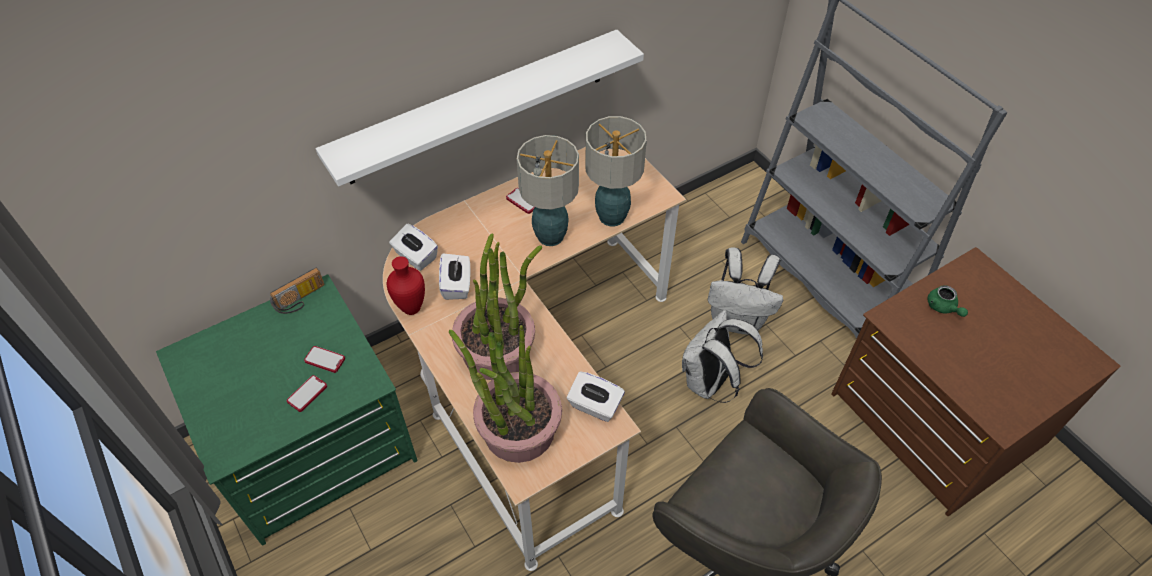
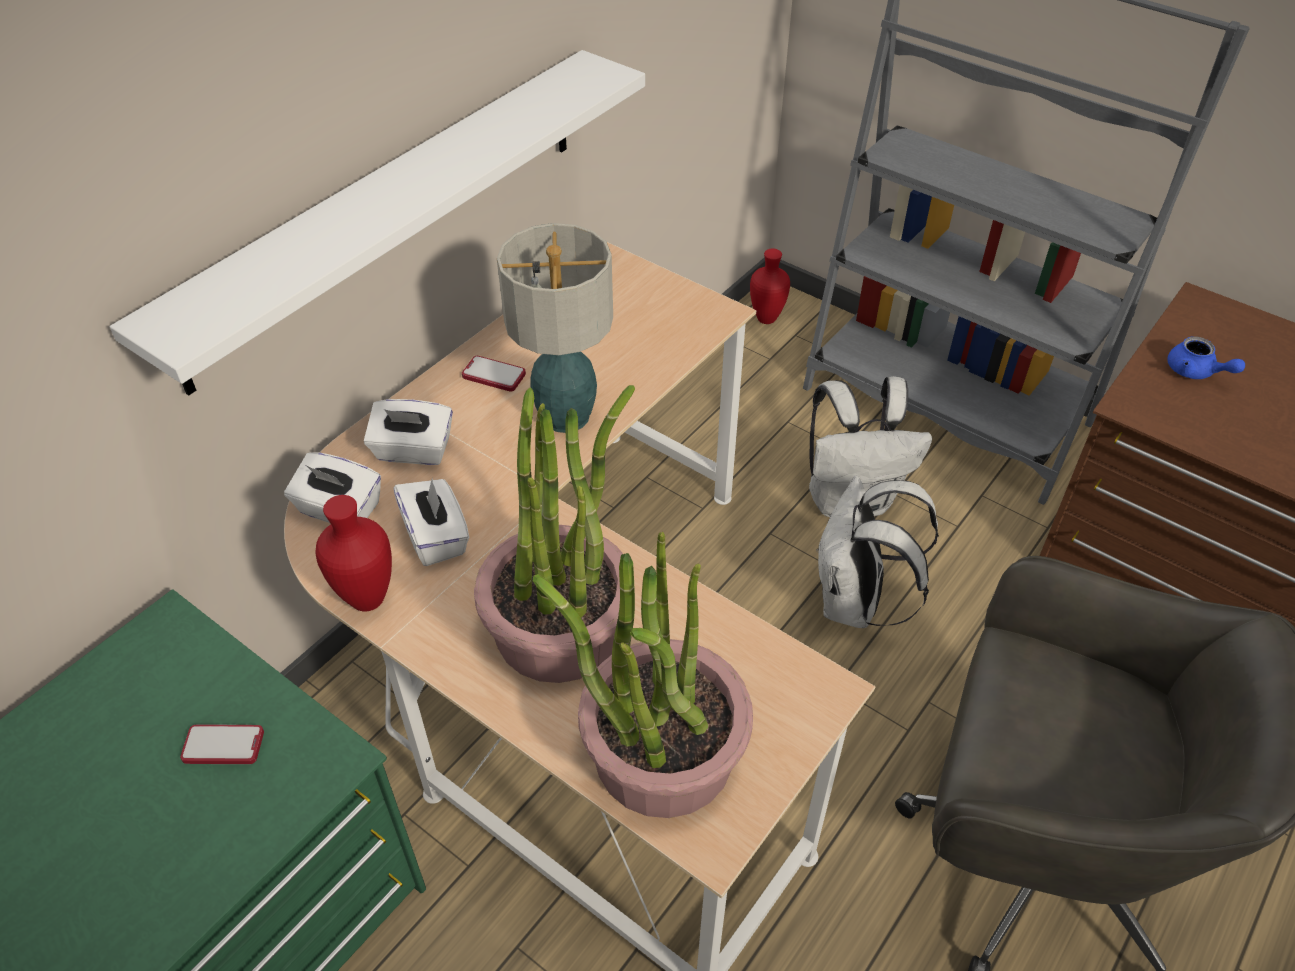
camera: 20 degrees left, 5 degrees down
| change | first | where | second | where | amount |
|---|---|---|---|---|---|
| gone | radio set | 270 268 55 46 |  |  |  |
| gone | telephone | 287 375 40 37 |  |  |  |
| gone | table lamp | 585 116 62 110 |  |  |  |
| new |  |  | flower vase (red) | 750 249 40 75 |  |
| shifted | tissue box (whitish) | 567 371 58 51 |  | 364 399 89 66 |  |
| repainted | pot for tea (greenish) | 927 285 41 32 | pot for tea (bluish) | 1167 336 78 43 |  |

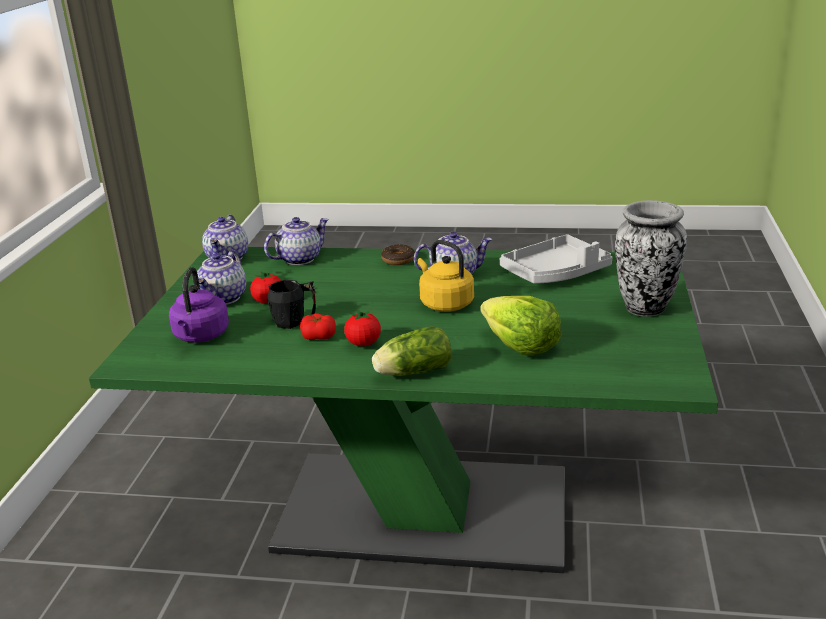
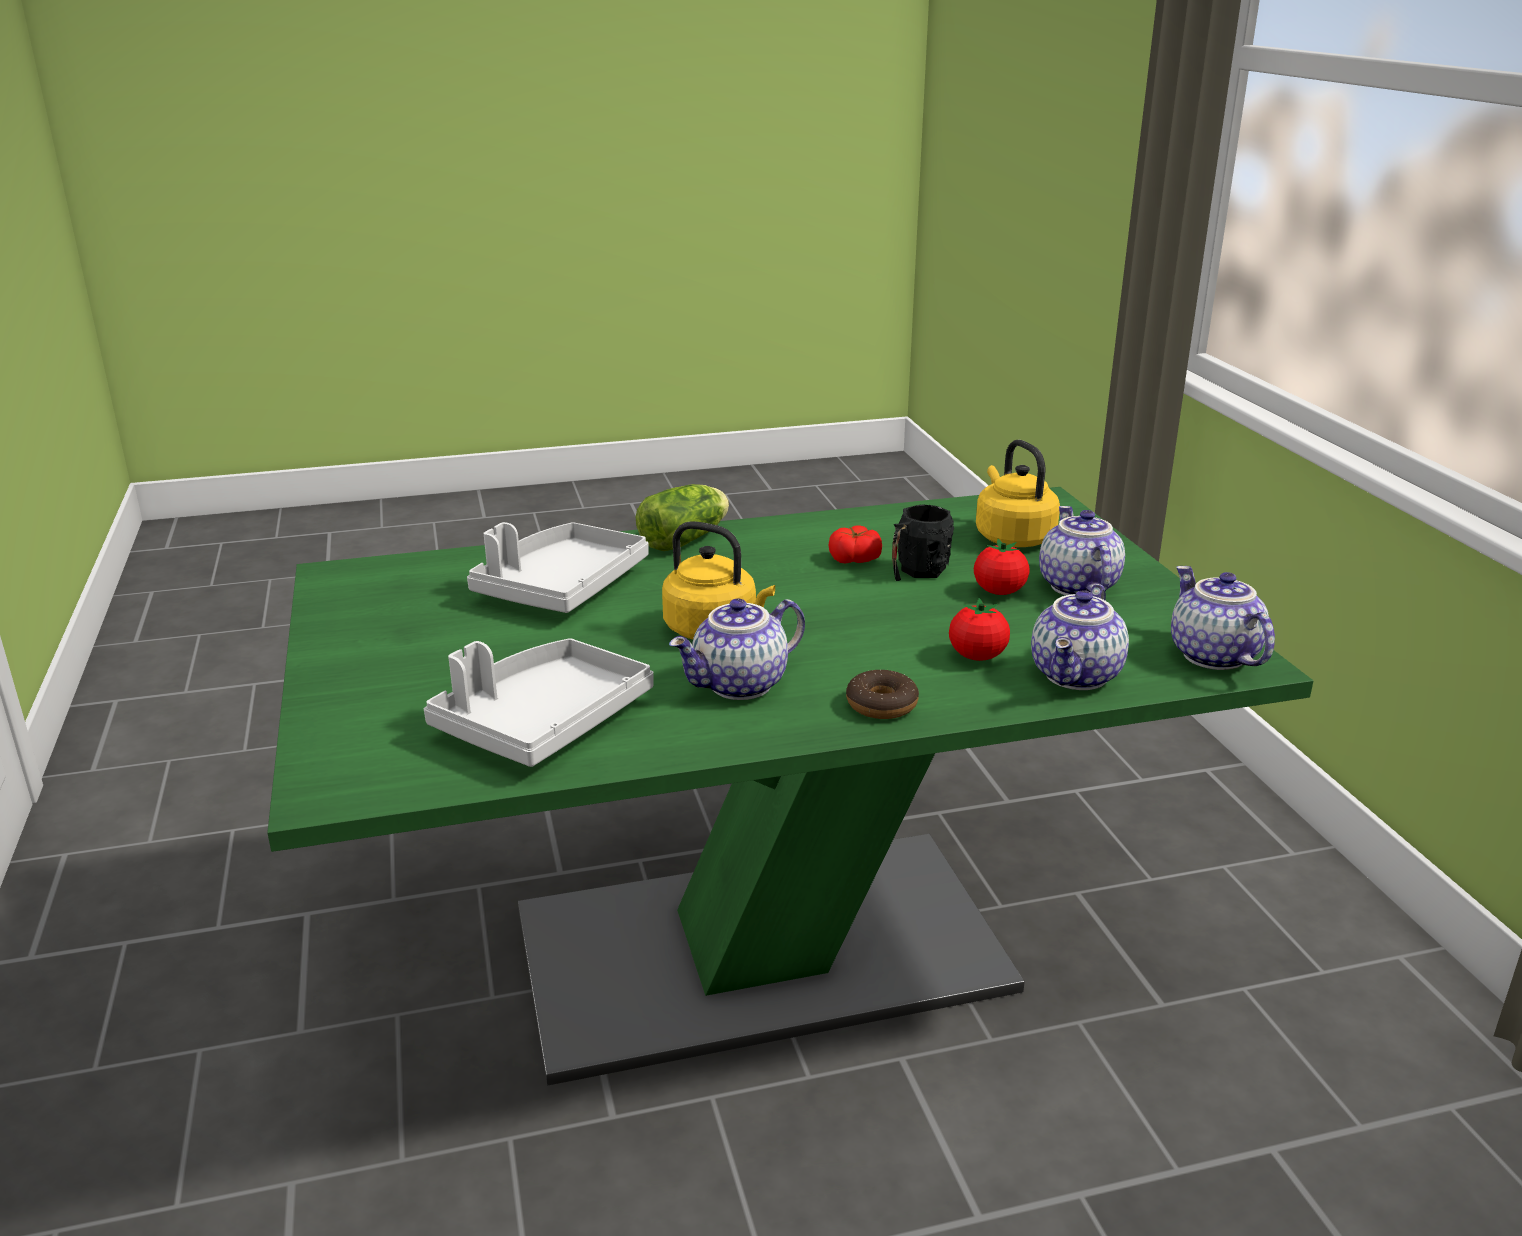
camera: 155 degrees right, 0 degrees up
| change | first | where | second | where | amount |
|---|---|---|---|---|---|
| gone | flower vase | 615 200 72 117 |  |  |  |
| shifted | fresh tomato | 344 310 37 36 |  | 949 598 61 63 |  |
| swapped | lettuce head | 480 296 82 59 | serving tray (greyish) | 467 522 182 91 |  |
| repainted | water kettle (purplish) | 169 267 60 76 | water kettle (yellowish) | 976 440 84 107 |  |

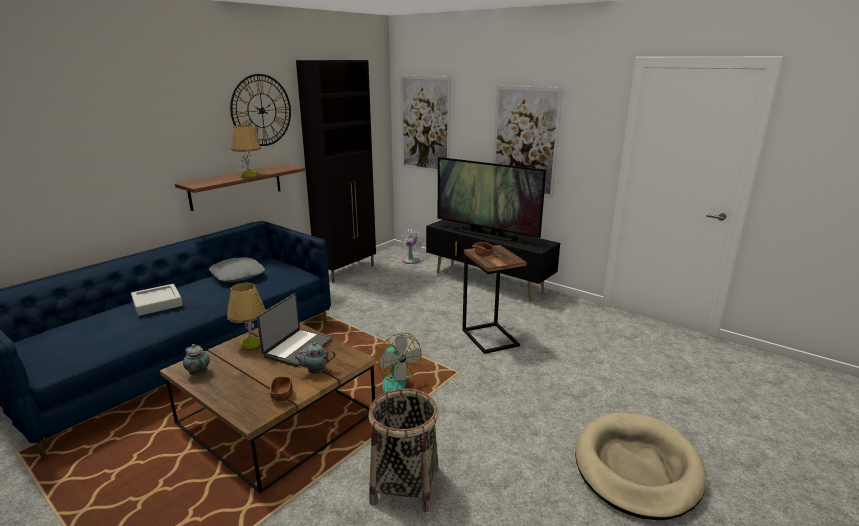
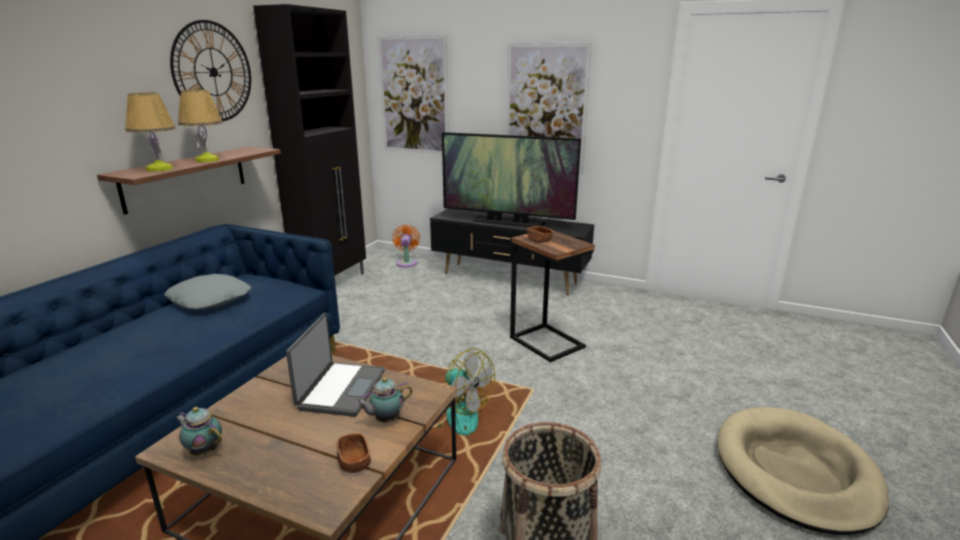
camera: 15 degrees left, 0 degrees up
| change | first | where | second | where | amount |
|---|---|---|---|---|---|
| gone | serving tray (greyish) | 131 284 52 32 |  |  |  |
| shifted | table lamp | 227 283 39 66 |  | 125 92 51 80 |  |
| repainted | cooling fan (whitish) | 401 229 23 35 | cooling fan (orangey) | 392 225 28 42 |  |

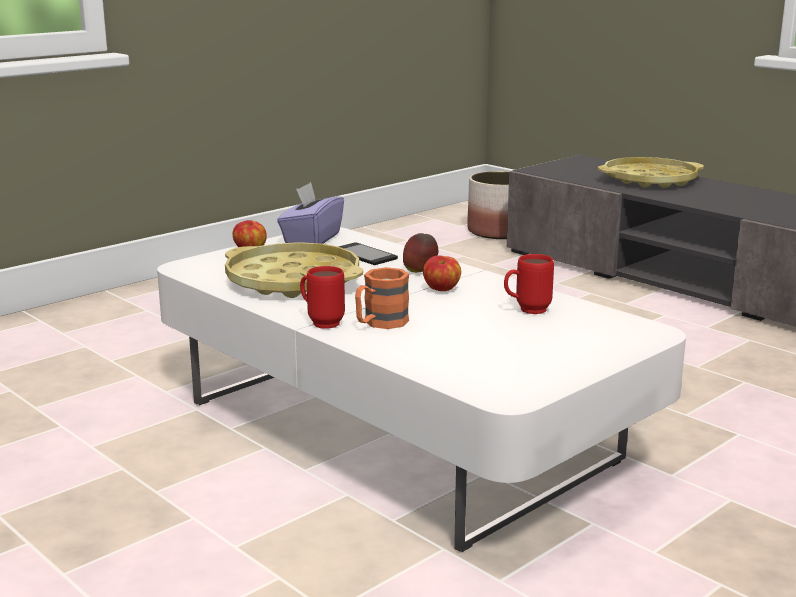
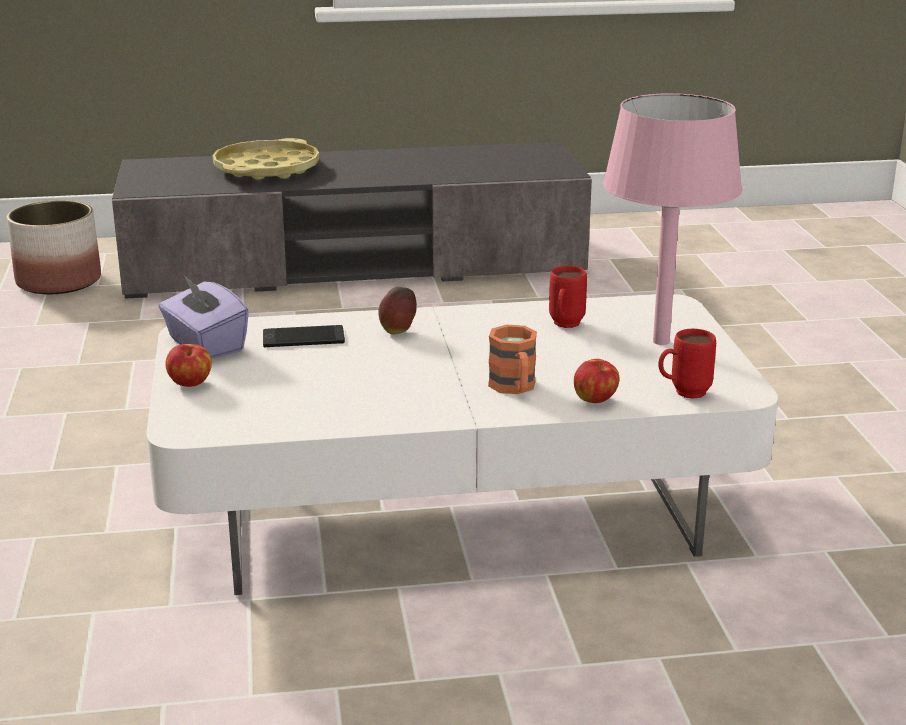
camera: 55 degrees left, 5 degrees up
| change | first | where | second | where | amount |
|---|---|---|---|---|---|
| gone | serving tray (yellowish) | 225 242 138 56 |  |  |  |
| new |  |  | table lamp (pinkish) | 603 93 140 252 |  |
| shifted | mug (red) | 300 266 45 63 |  | 659 329 57 70 |  |
| shifted | apple fruit | 423 256 38 35 |  | 574 359 45 44 |  |

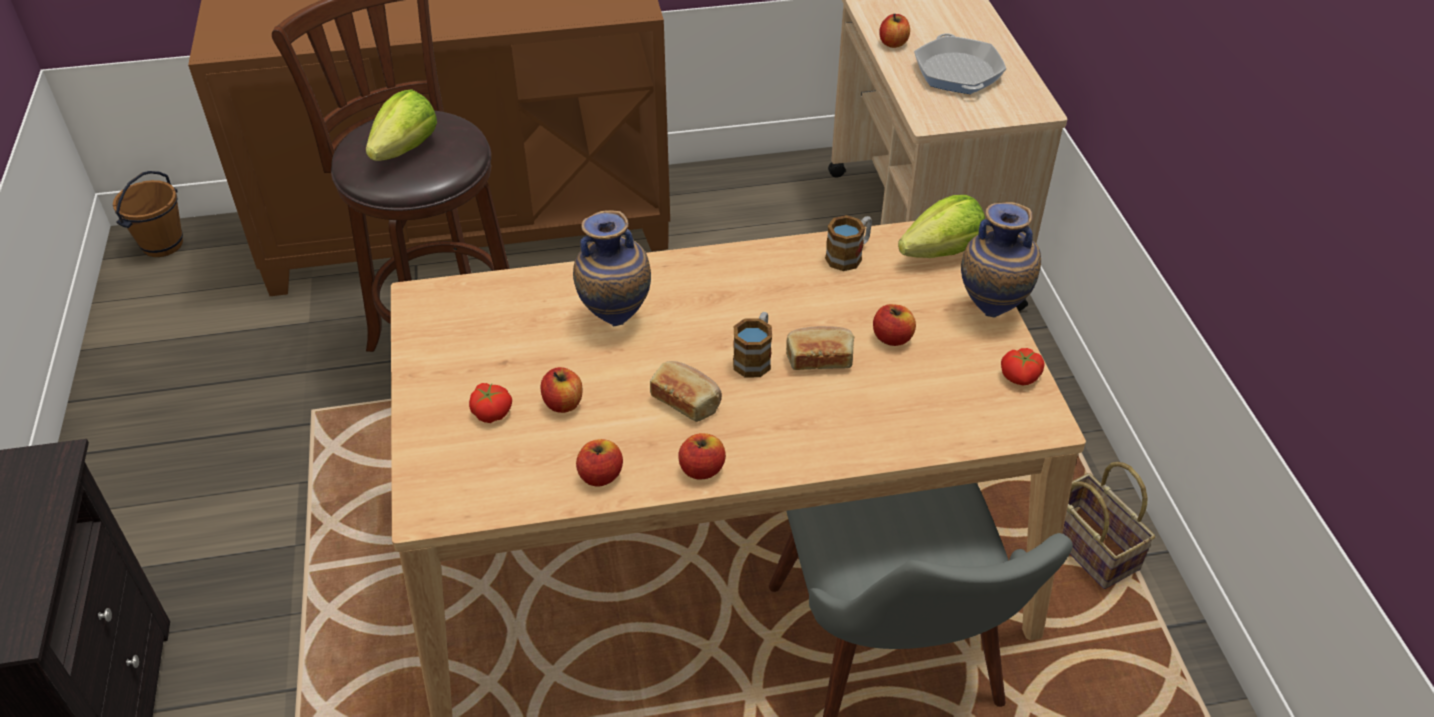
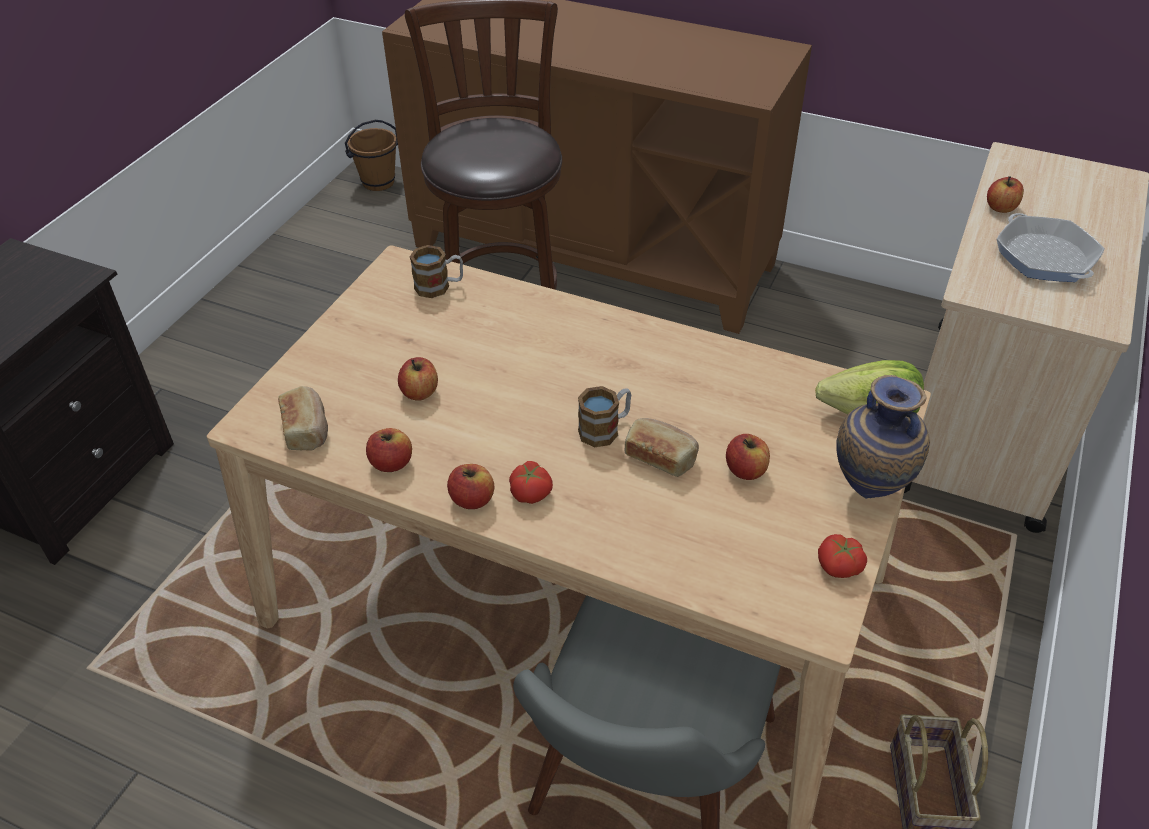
camera: 35 degrees right, 0 degrees up
| change | first | where | second | where | amount |
|---|---|---|---|---|---|
| gone | lettuce head | 366 89 71 72 |  |  |  |
| gone | flower vase | 573 211 78 115 |  |  |  |
| shifted | fresh tomato | 469 383 43 40 |  | 509 461 44 43 |  |
| shifted | bread | 650 361 72 61 |  | 278 386 50 64 |  |
| shifted | mug | 825 215 47 56 |  | 410 245 53 53 |  |
| rotated | frying pan | 914 33 92 61 |  | 996 213 109 69 | 45 degrees counterclockwise |

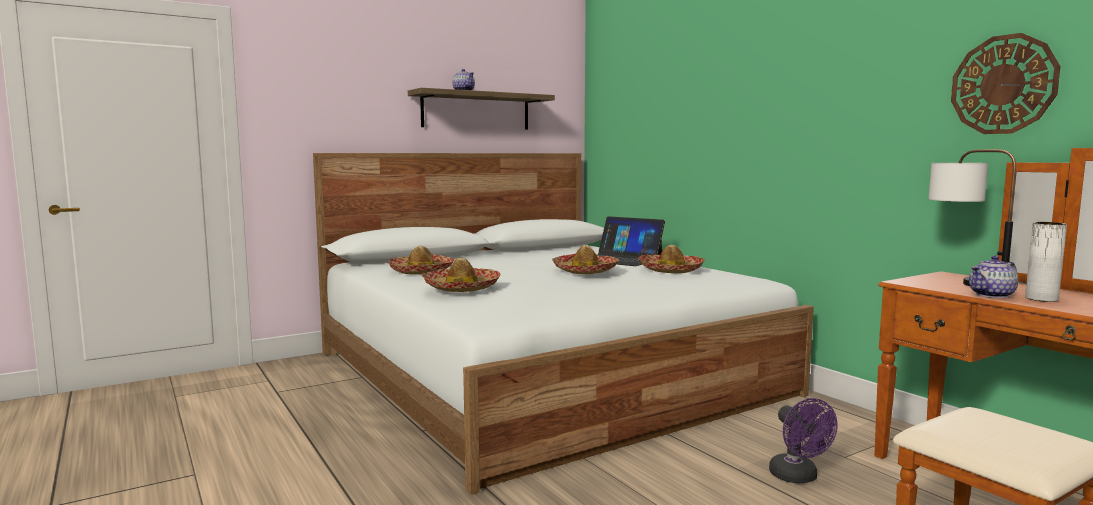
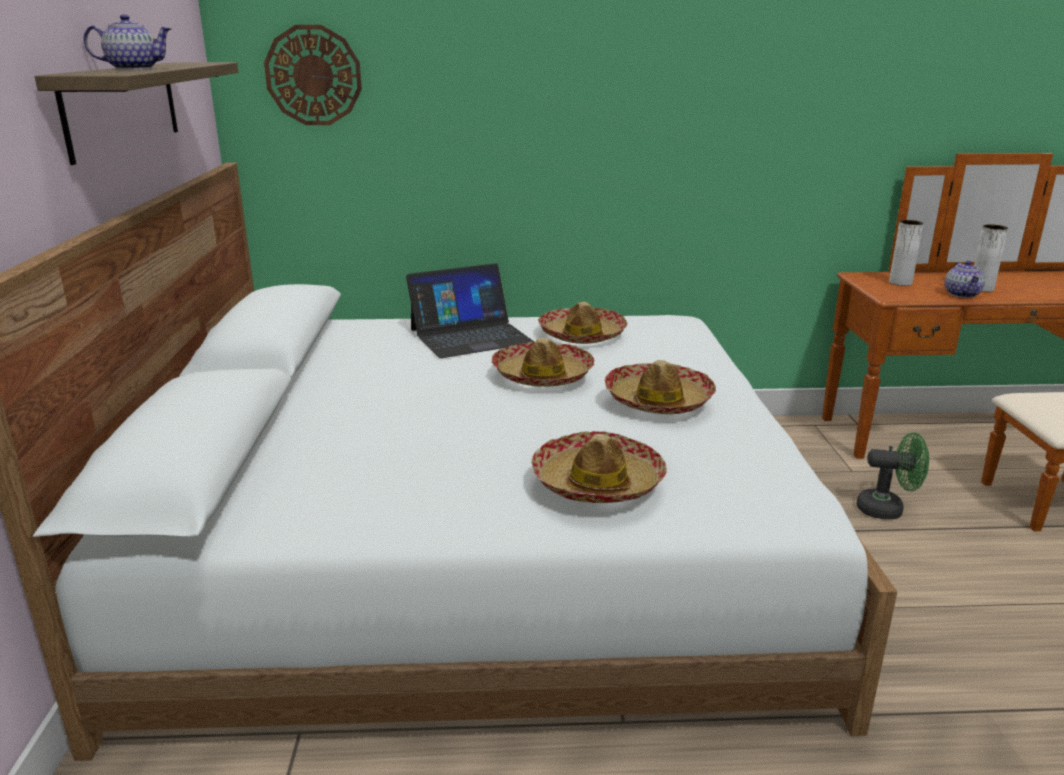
camera: 60 degrees left, 15 degrees up
| change | first | where | second | where | amount |
|---|---|---|---|---|---|
| shifted | wearable hat | 387 246 68 29 |  | 605 360 111 54 |  |
| shifted | wall clock | 951 33 109 101 |  | 264 25 98 100 |  |
| swapped | table lamp | 928 149 88 137 | flower vase (whitish) | 889 220 35 66 |  |
| repainted | cooling fan (purplish) | 769 398 69 85 | cooling fan (greenish) | 856 432 73 87 |  |

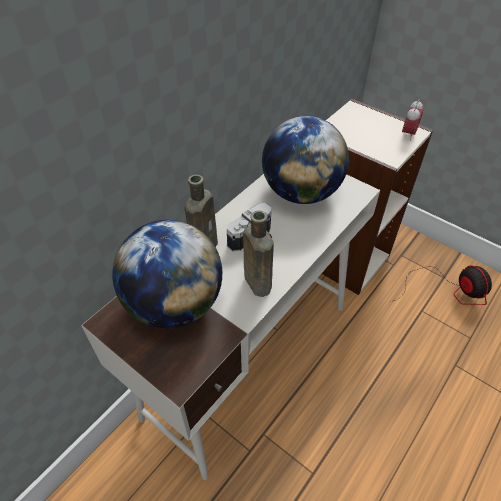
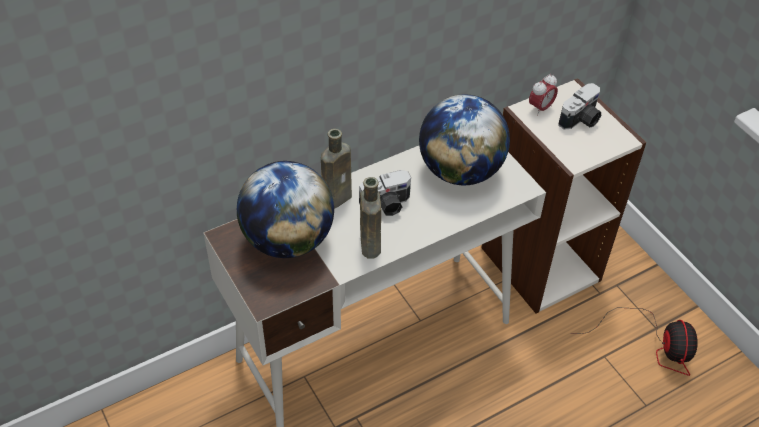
camera: 20 degrees right, 0 degrees up
| change | first | where | second | where | amount |
|---|---|---|---|---|---|
| new |  |  | still camera | 558 83 43 47 |  |
| shifted | table clock | 402 100 21 41 |  | 529 74 29 42 |  |

